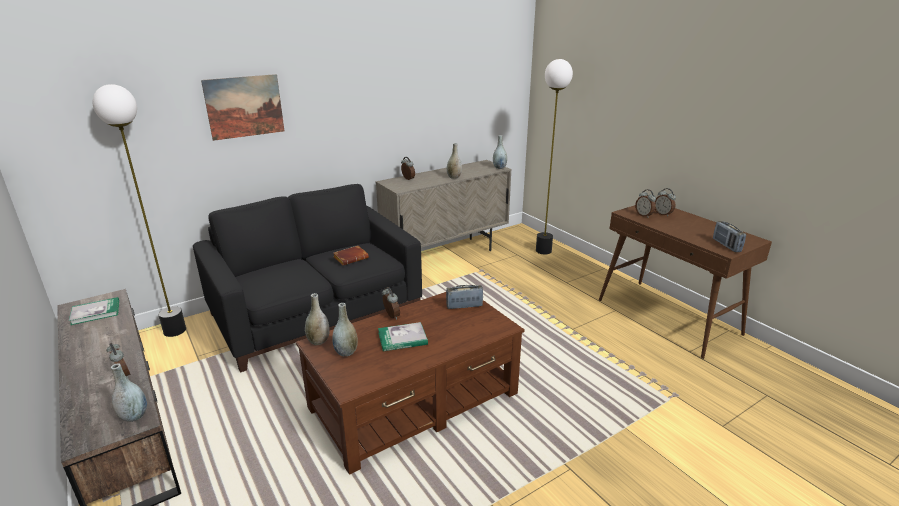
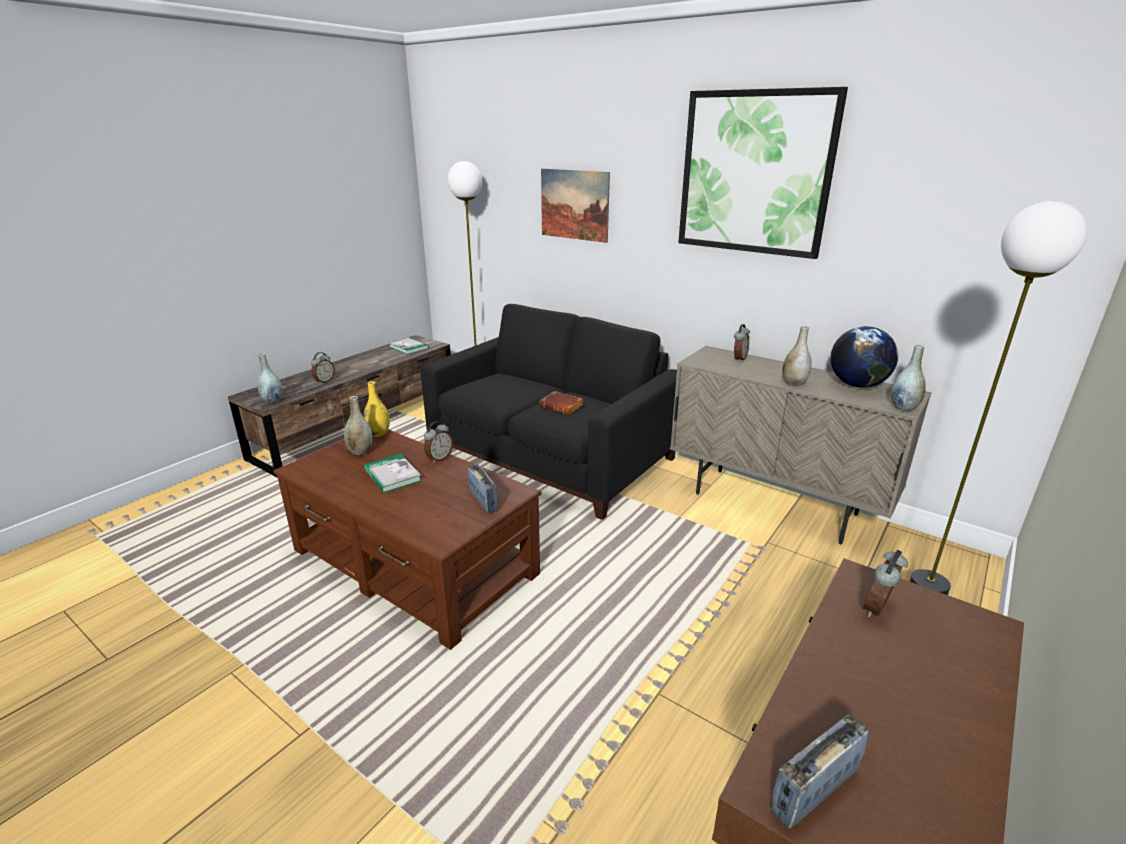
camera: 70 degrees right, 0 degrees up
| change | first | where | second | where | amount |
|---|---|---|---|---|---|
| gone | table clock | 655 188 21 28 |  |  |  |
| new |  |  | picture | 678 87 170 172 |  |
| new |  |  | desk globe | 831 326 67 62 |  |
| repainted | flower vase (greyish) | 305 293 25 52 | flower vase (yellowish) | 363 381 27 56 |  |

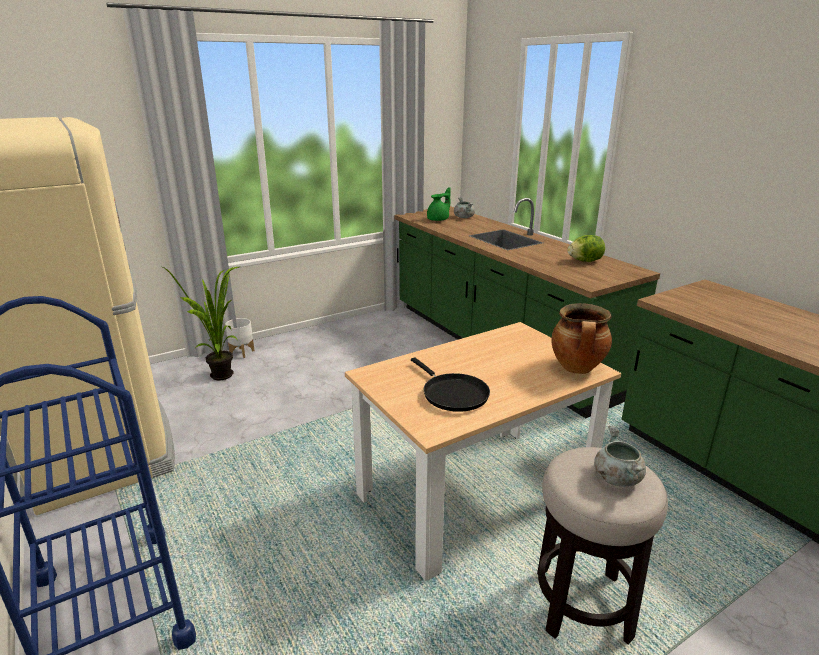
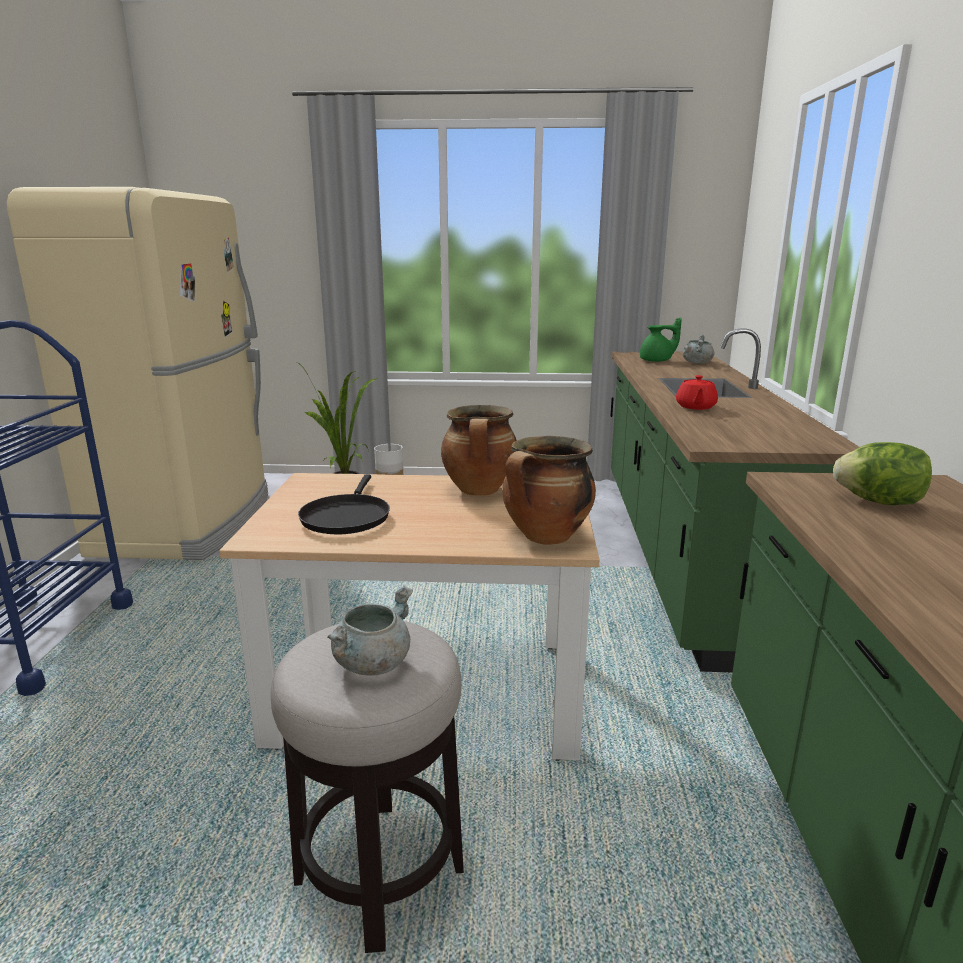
camera: 35 degrees right, 5 degrees down
| change | first | where | second | where | amount |
|---|---|---|---|---|---|
| new |  |  | stockpot | 441 405 76 91 |  |
| new |  |  | pot for tea (red) | 676 375 42 35 |  |
| shifted | lettuce head | 567 235 38 27 |  | 833 442 99 63 |  |

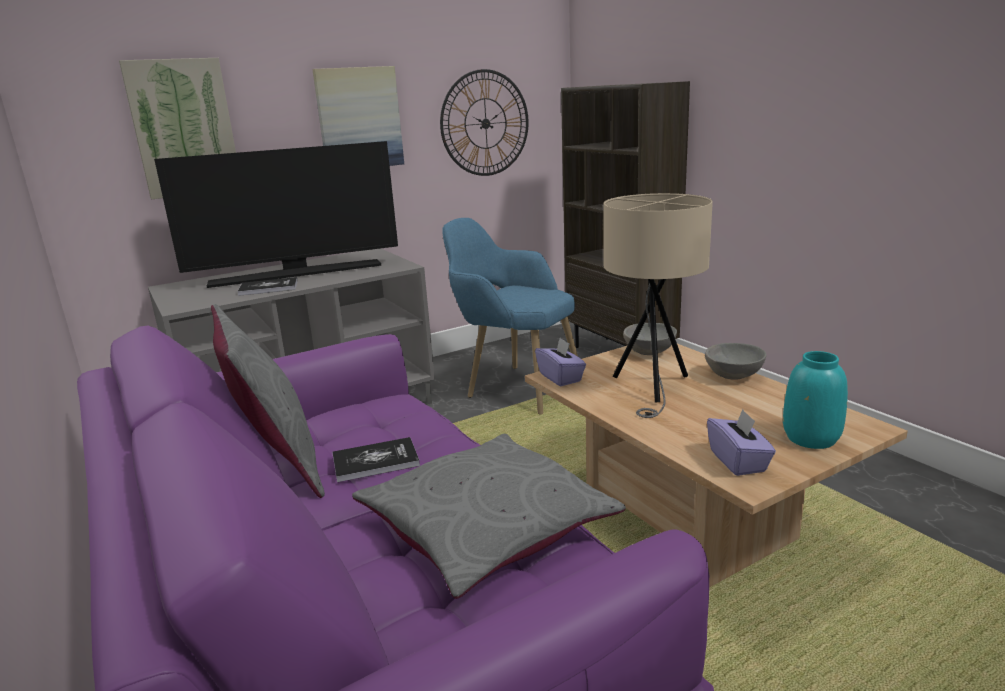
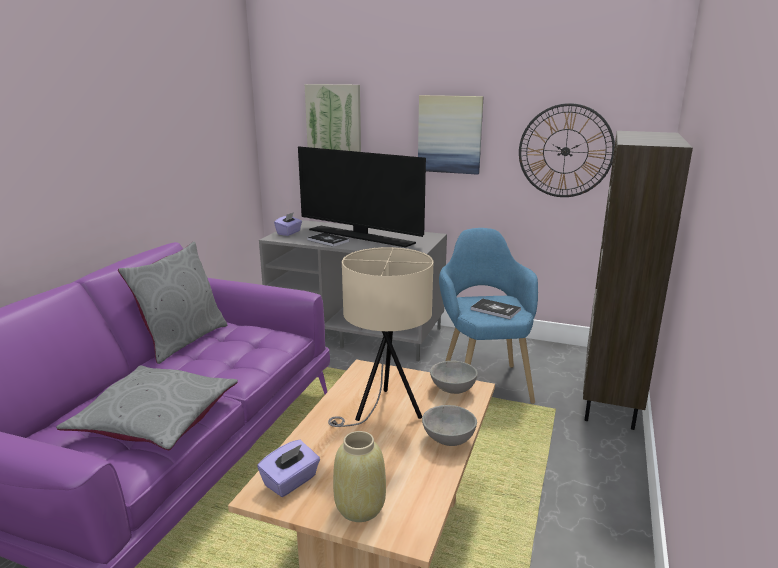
camera: 50 degrees right, 0 degrees up
| change | first | where | second | where | amount |
|---|---|---|---|---|---|
| shifted | book | 332 437 88 45 |  | 471 298 50 21 |  |
| shifted | tissue box (purplish) | 535 338 51 48 |  | 274 212 28 24 |  |
| repainted | flower vase (turquoise) | 783 351 65 98 | flower vase (sand-coloured) | 333 431 53 91 |  |

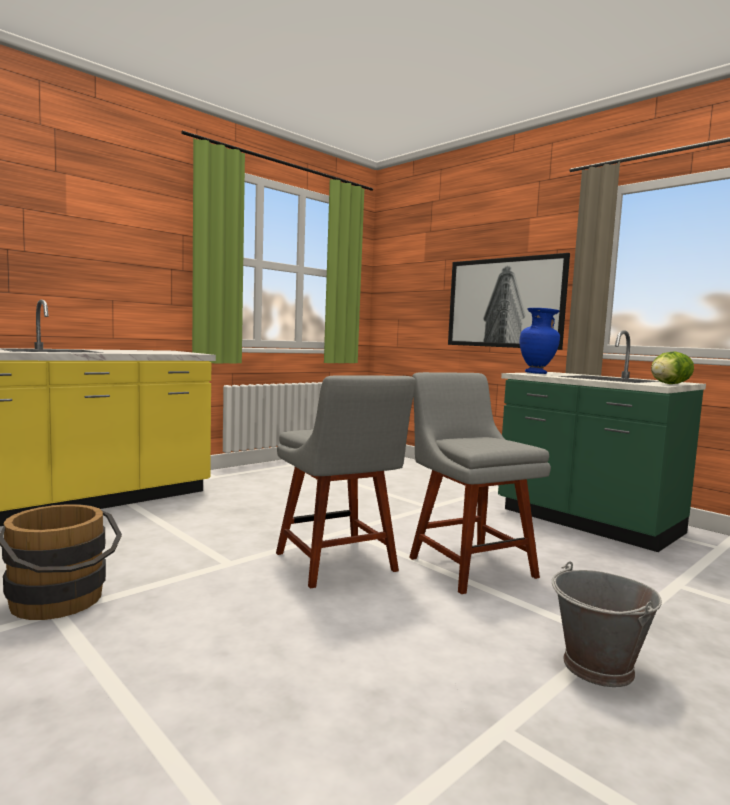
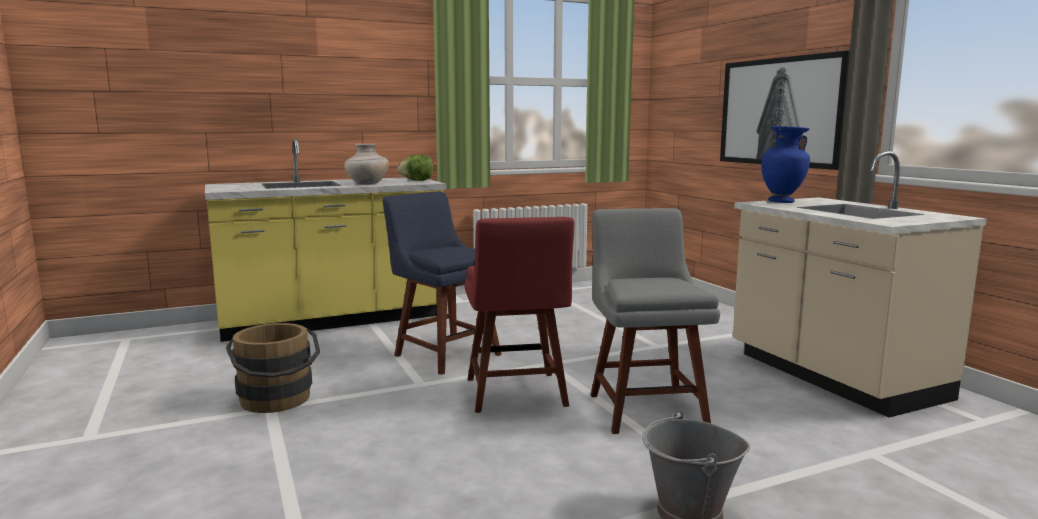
camera: 20 degrees right, 5 degrees up
| change | first | where | second | where | amount |
|---|---|---|---|---|---|
| new |  |  | flower vase (sand-coloured) | 344 144 45 41 |  |
| new |  |  | upright chair (bluish) | 383 192 119 183 |  |
| shifted | lettuce head | 651 351 43 33 |  | 398 155 35 26 |  |
| repainted | upright chair (greyish) | 276 375 139 214 | upright chair (red) | 465 217 110 196 |  |
| repainted | kitchen base unit (greenish) | 498 330 208 222 | kitchen base unit (sand-coloured) | 733 151 254 266 |  |

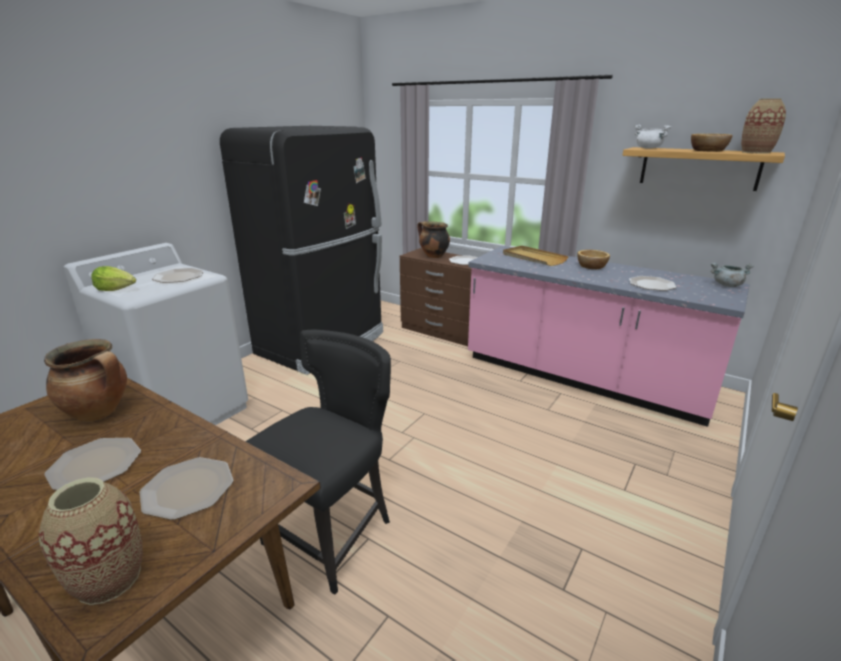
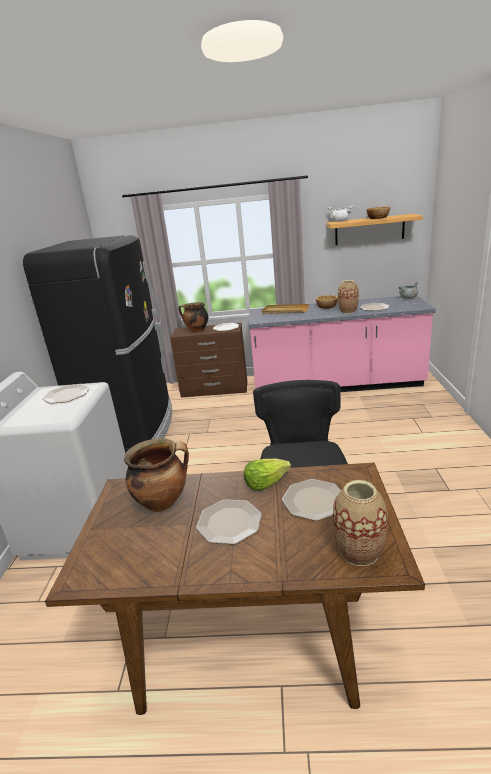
camera: 30 degrees left, 0 degrees up
| change | first | where | second | where | amount |
|---|---|---|---|---|---|
| shifted | lettuce head | 91 266 45 25 |  | 244 458 47 33 |  |
| shifted | flower vase | 741 98 45 55 |  | 338 280 21 34 |  |

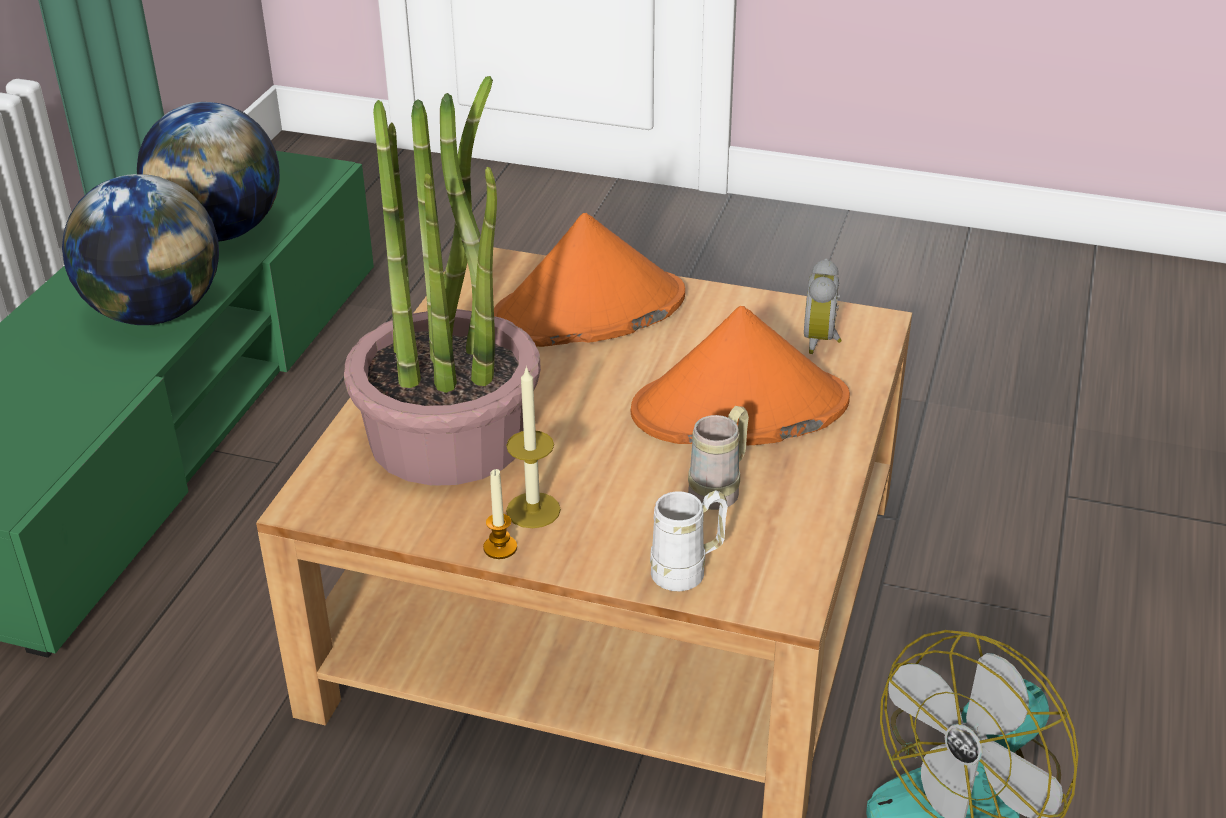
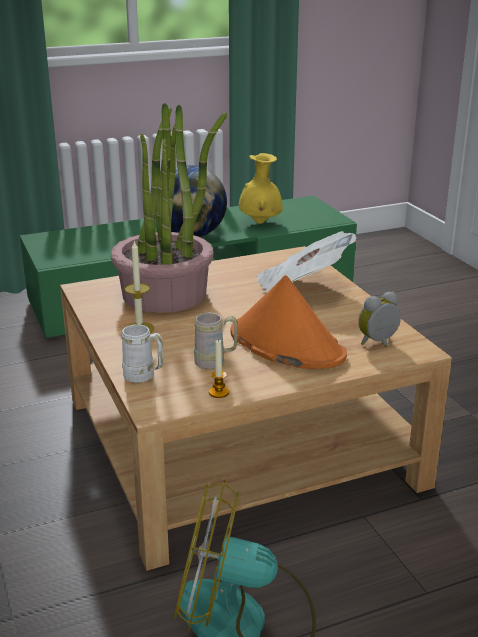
camera: 50 degrees right, 10 degrees down
| change | first | where | second | where | amount |
|---|---|---|---|---|---|
| shifted | candle | 483 469 34 90 |  | 209 340 20 58 |  |
| swapped | desk globe | 137 102 143 140 | flower vase (yellowish) | 239 153 44 71 |  |
| swapped | wearable hat (orangey) | 494 213 191 134 | daily paper | 256 231 100 62 |  |

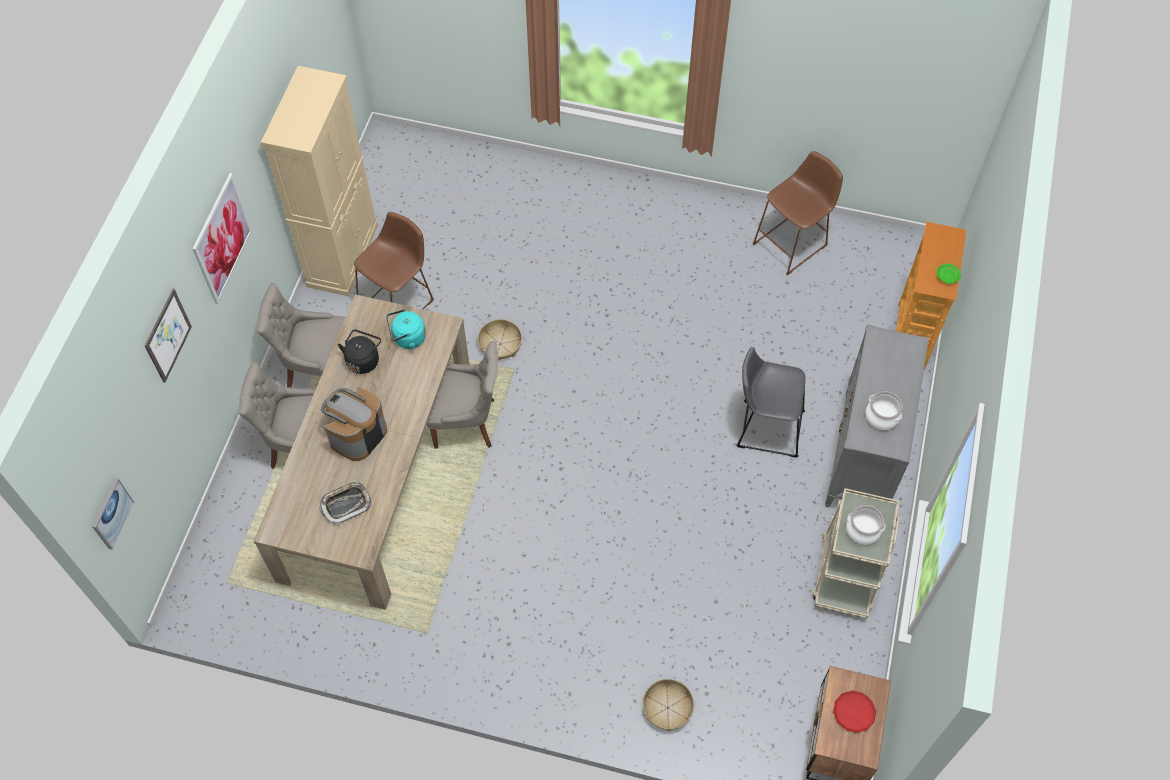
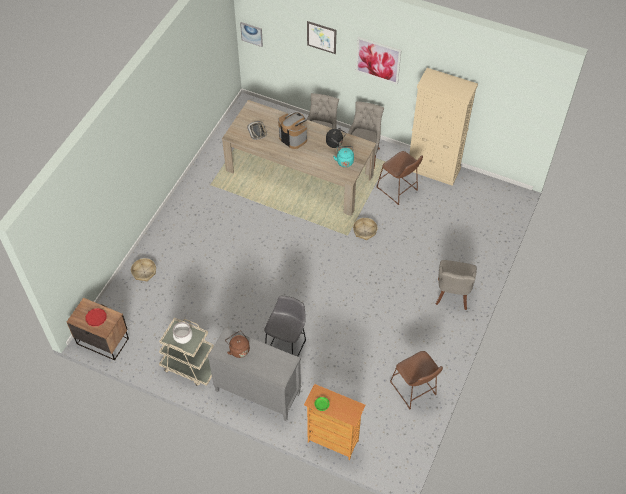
camera: 100 degrees right, 5 degrees down
| change | first | where | second | where | amount |
|---|---|---|---|---|---|
| shifted | upright chair (greyish) | 427 341 71 108 |  | 436 260 41 50 |  |
| swapped | stockpot | 866 391 37 39 | water kettle (brownish) | 225 331 25 27 |  |

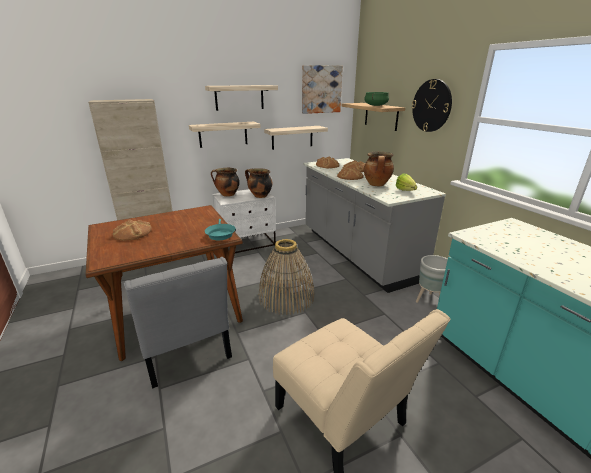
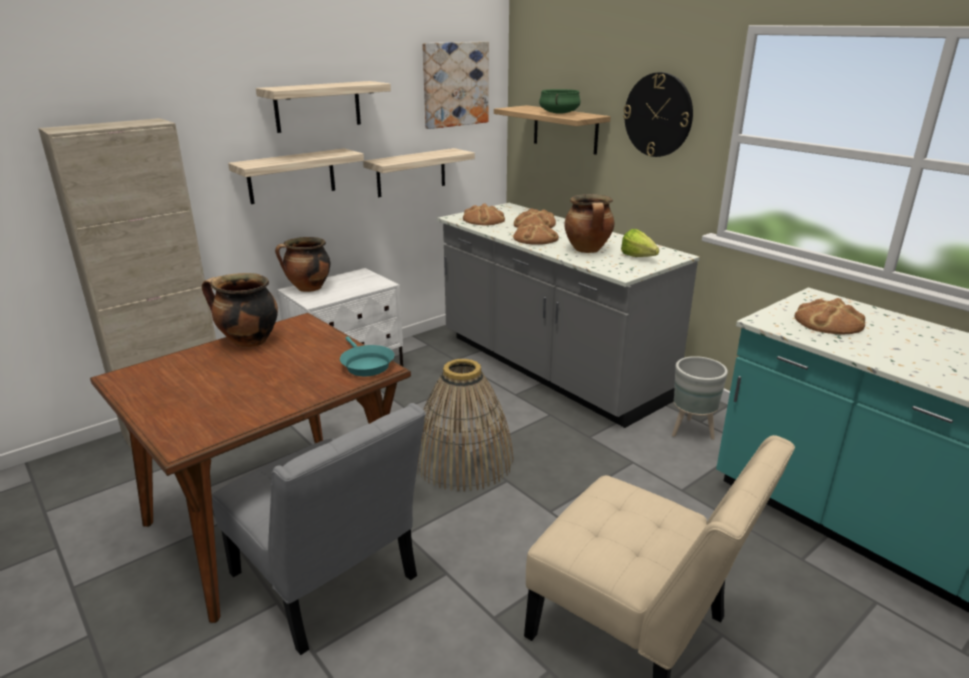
camera: 15 degrees left, 0 degrees up
| change | first | where | second | where | amount |
|---|---|---|---|---|---|
| shifted | bread | 113 220 39 20 |  | 795 298 70 36 |  |
| shifted | stockpot | 245 168 27 30 |  | 202 273 76 74 |  |

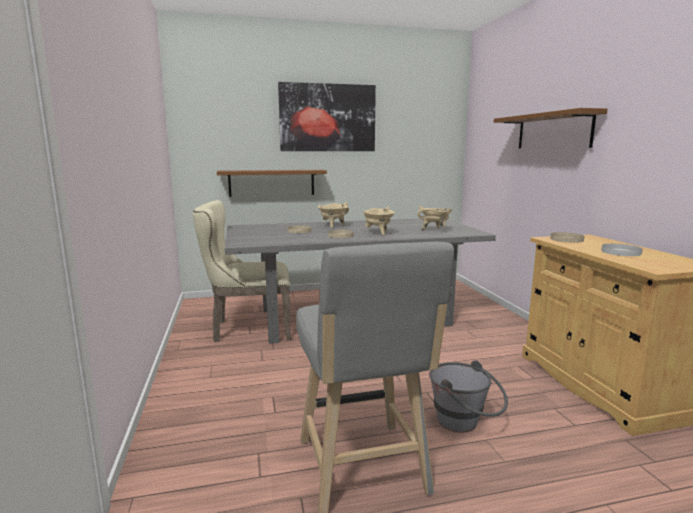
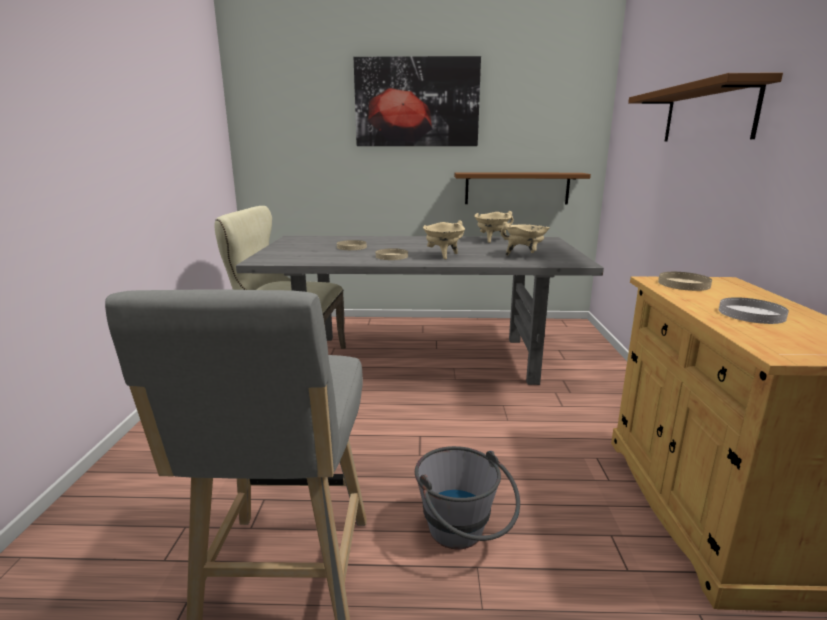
camera: 15 degrees right, 5 degrees up
| change | first | where | second | where | amount |
|---|---|---|---|---|---|
| shifted | wall shelf (brownish) | 217 170 110 27 |  | 454 172 137 33 |  |
| shifted | stockpot (sand-coloured) | 318 202 31 26 |  | 474 211 40 32 |  |

